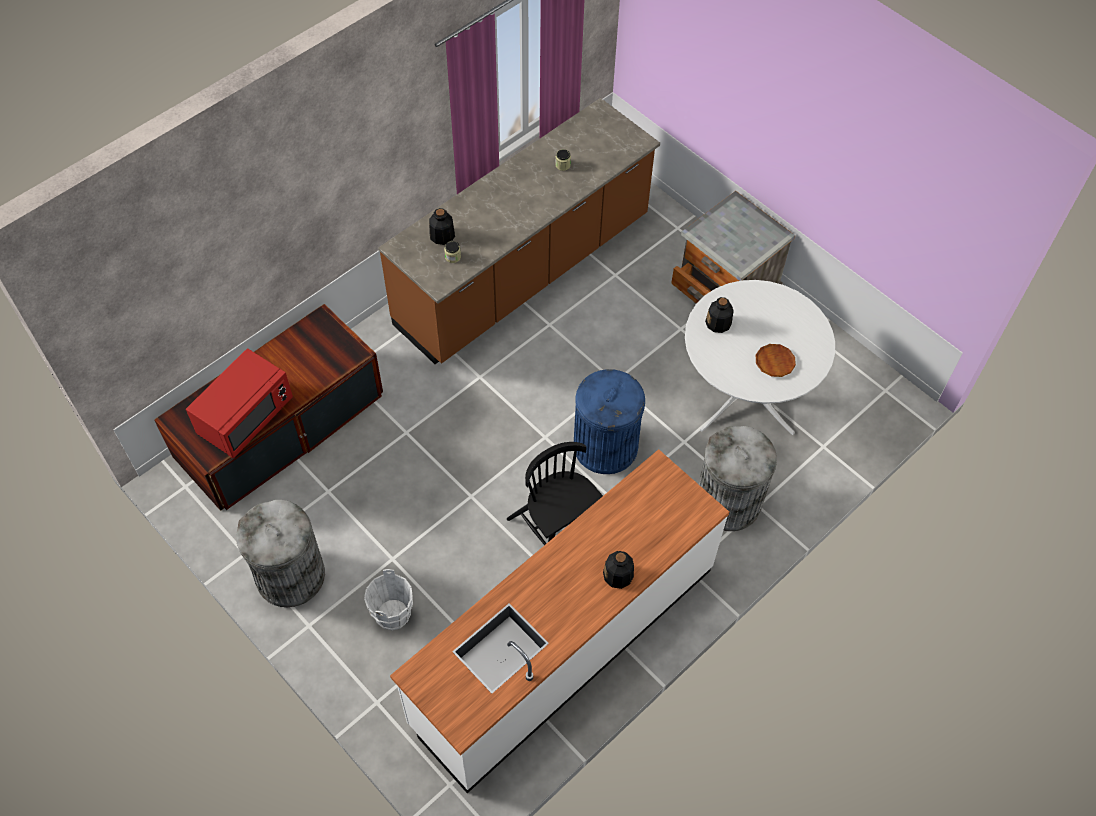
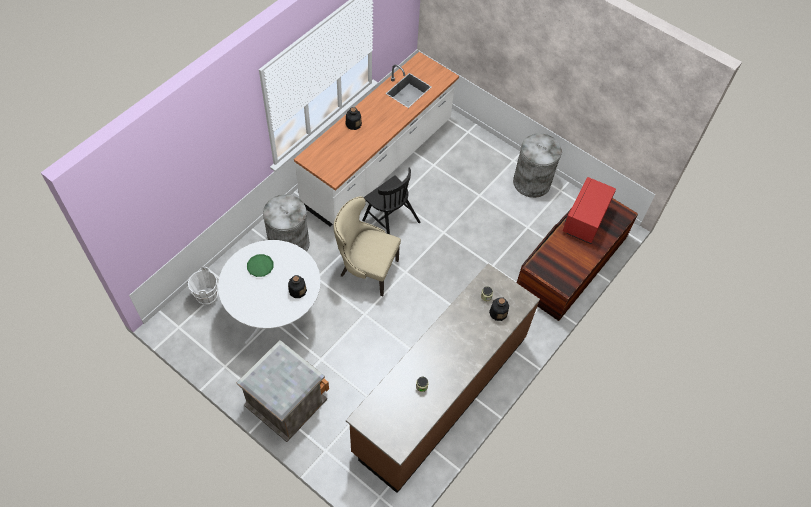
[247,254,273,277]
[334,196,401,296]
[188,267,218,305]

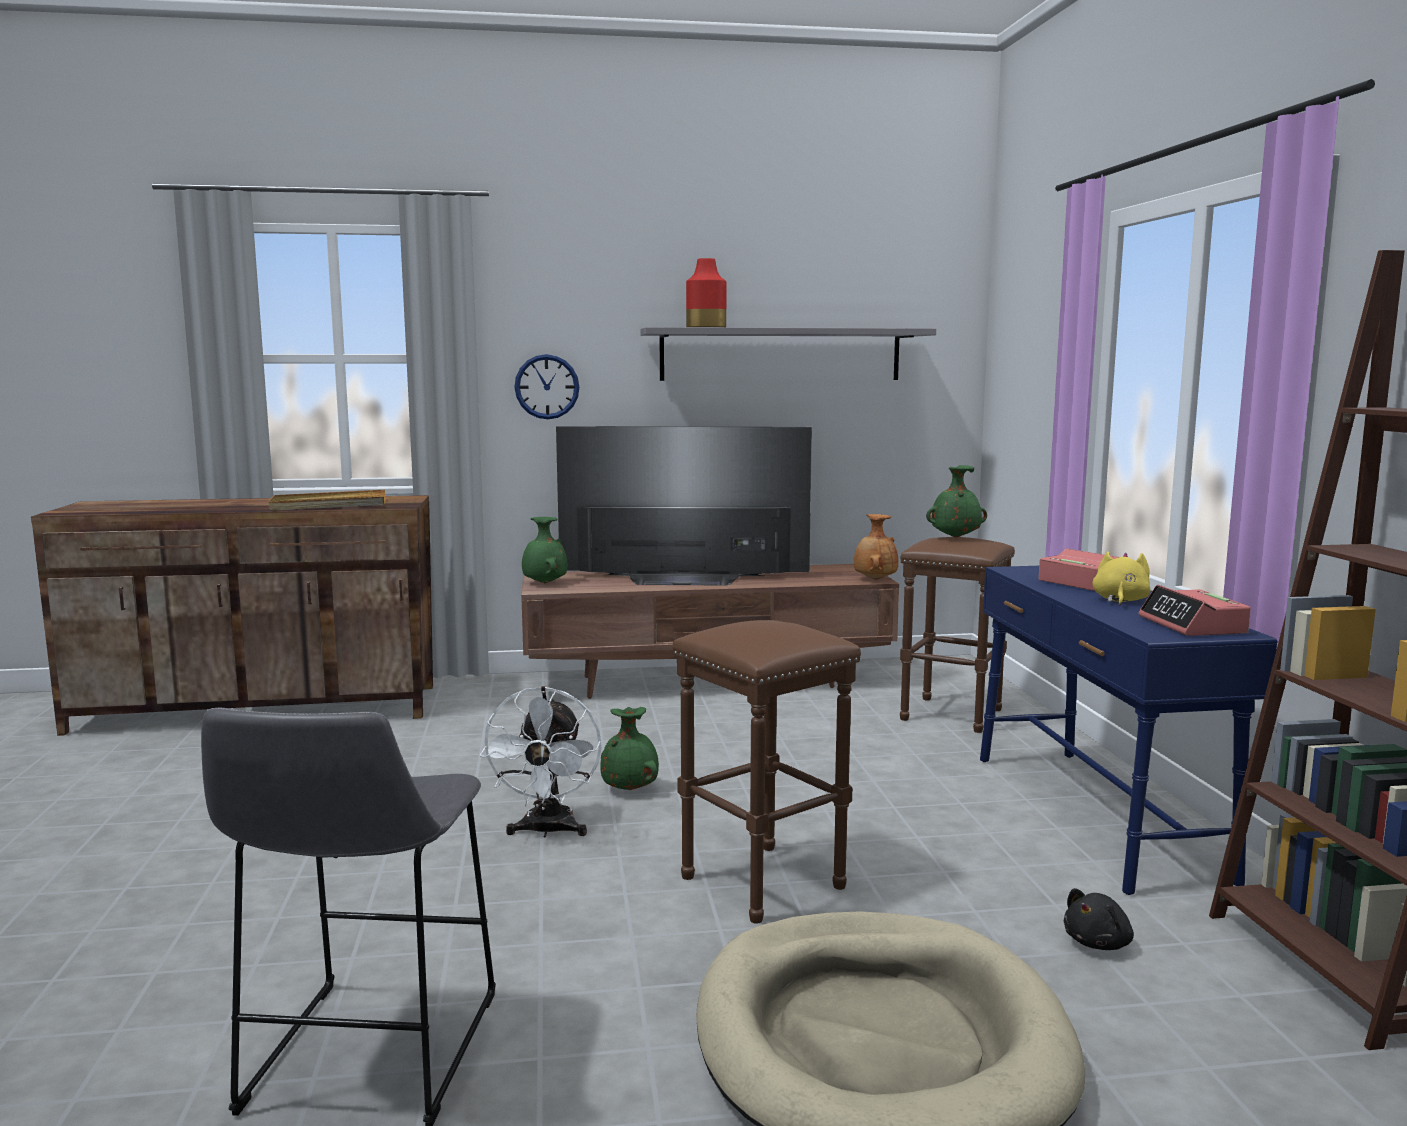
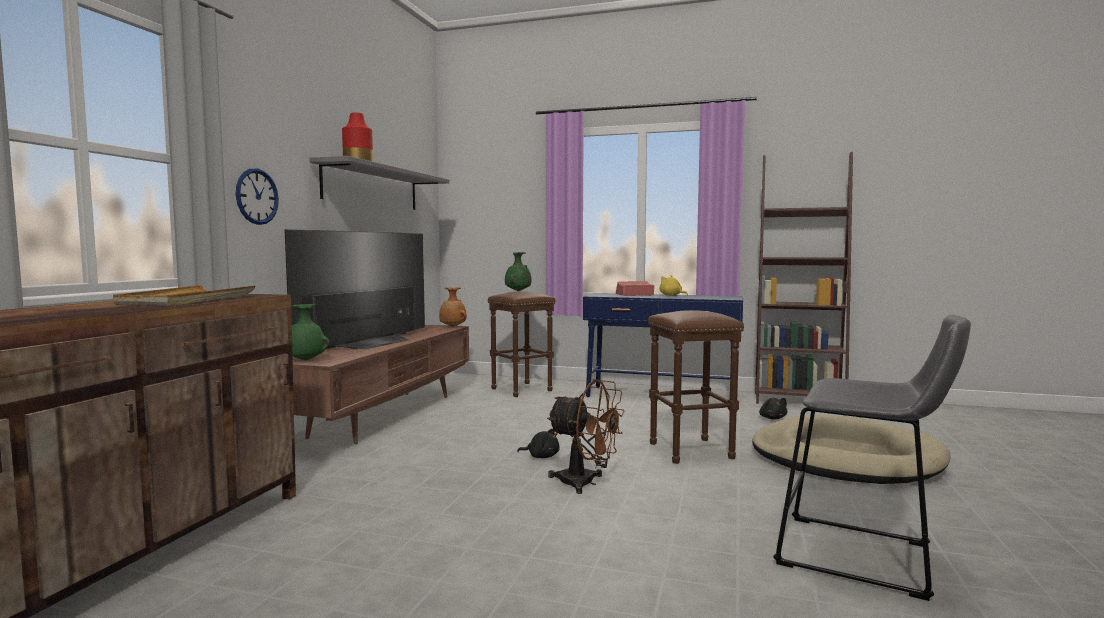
[1138,585,1251,636] (first image)
[547,379,625,494]
[517,429,560,458]

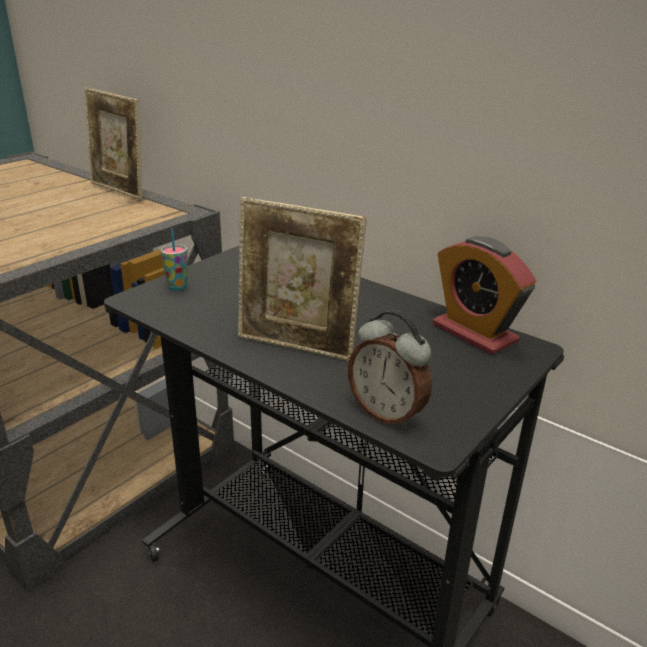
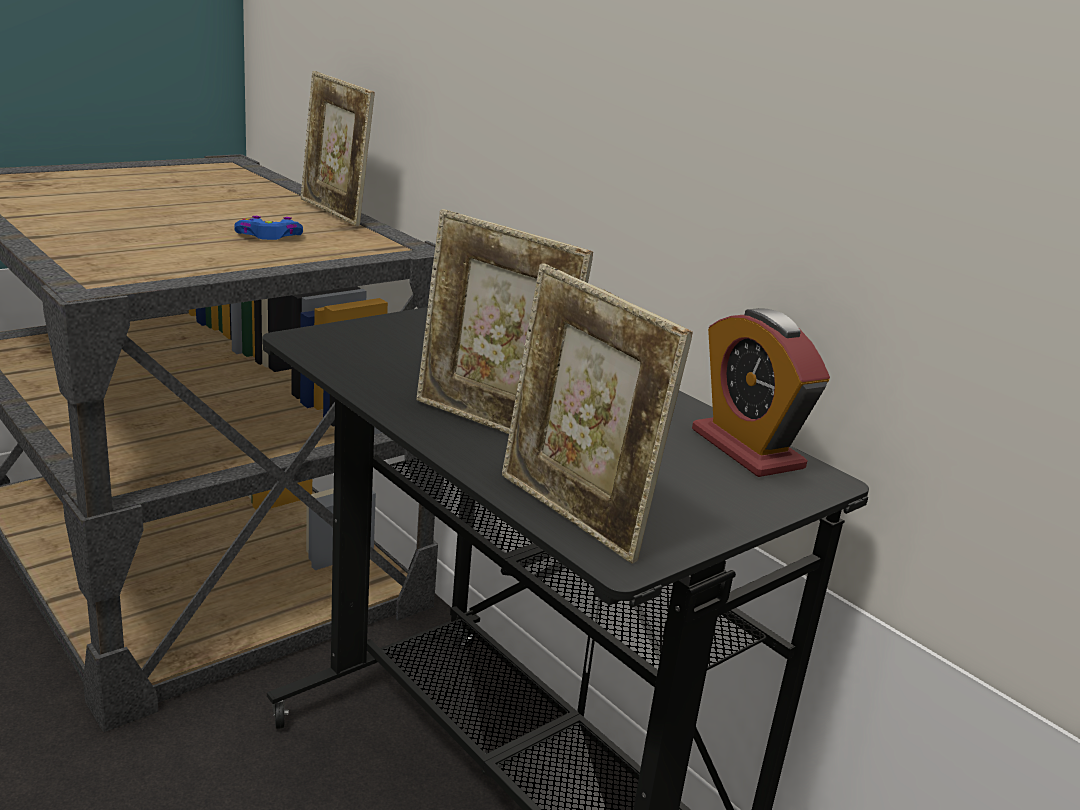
[161,229,188,291] (first image)
[502,264,693,564]
[234,216,303,240]

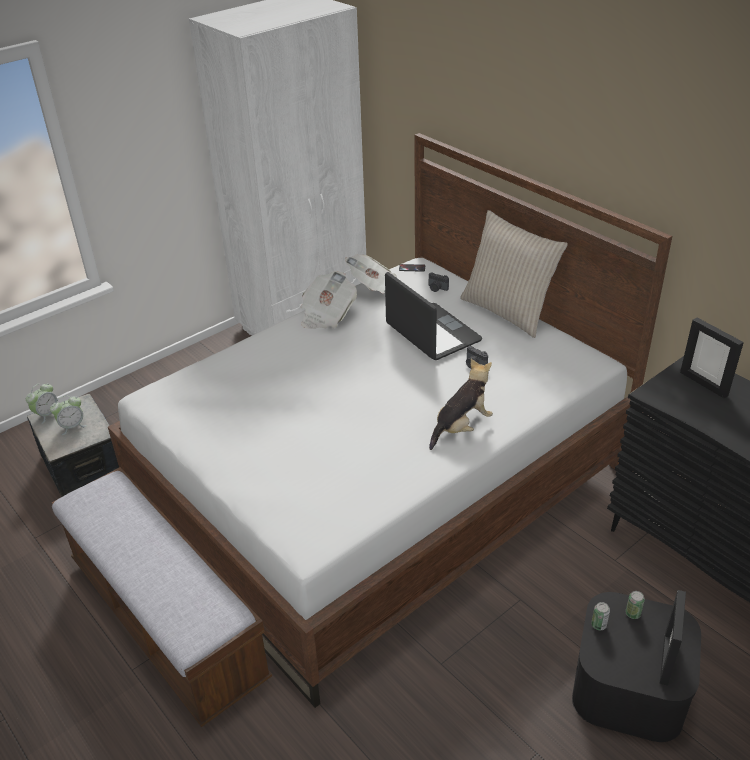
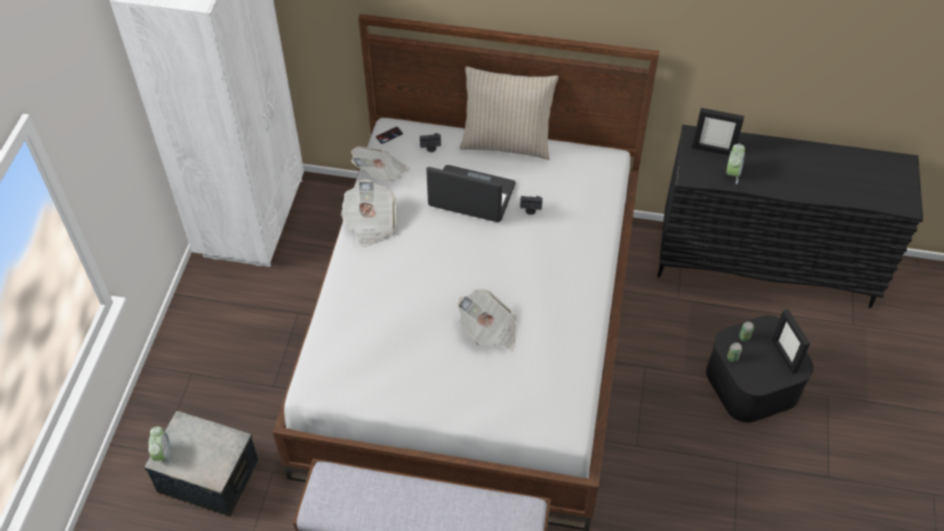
[429,359,493,450] (first image)
[726,143,745,184]
[458,289,517,349]

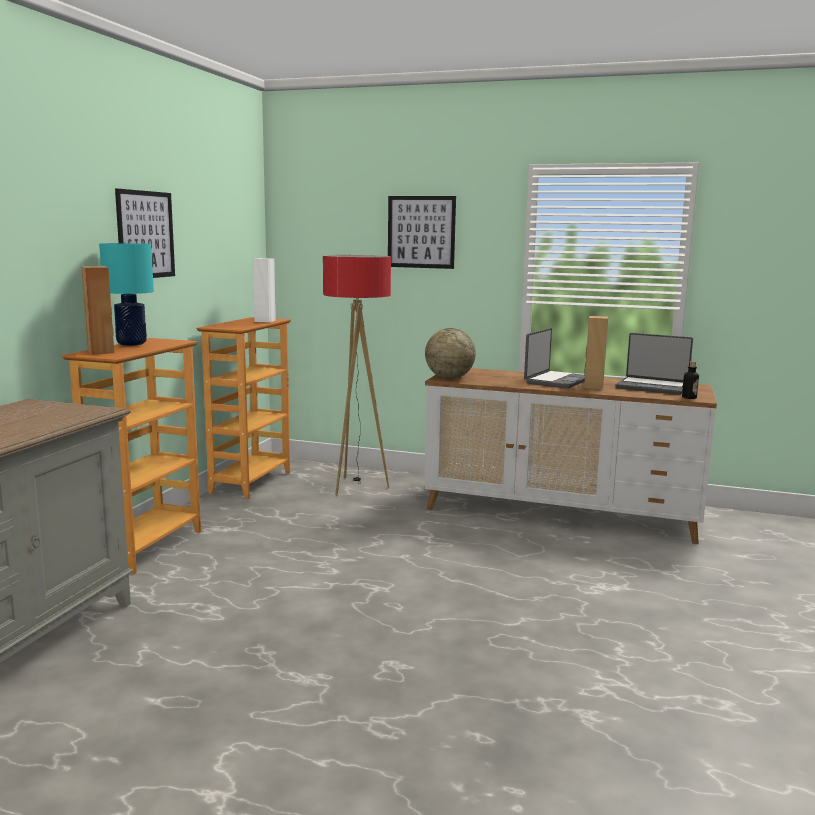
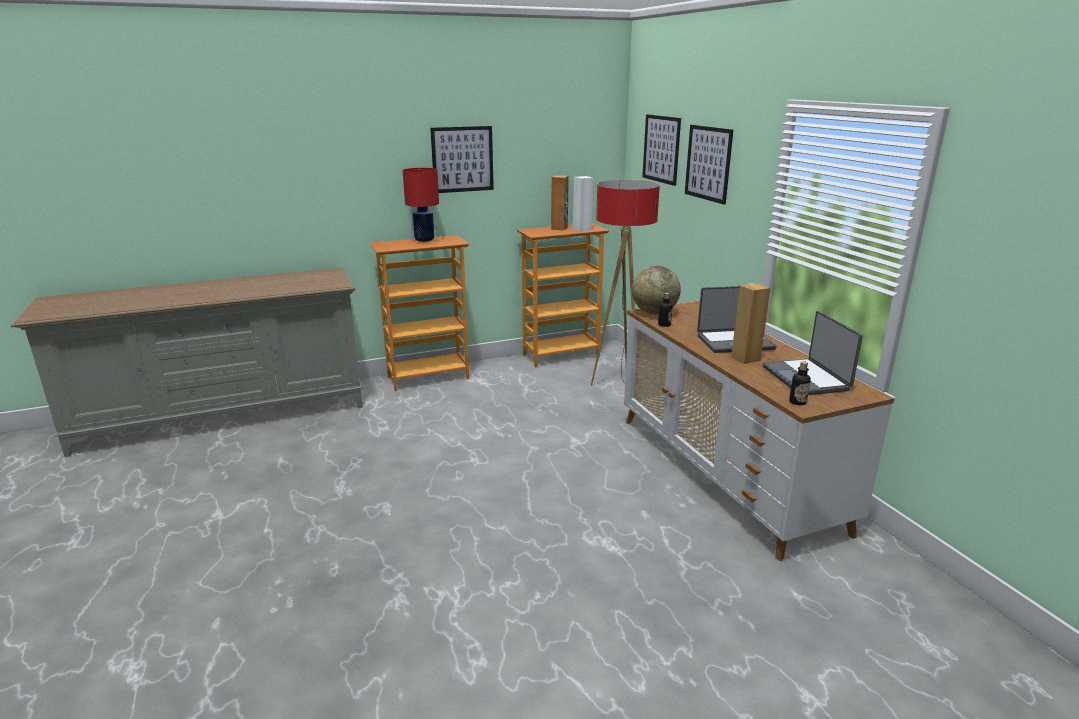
[403,168,439,242]
[551,175,569,230]
[642,114,681,186]
[658,292,672,327]

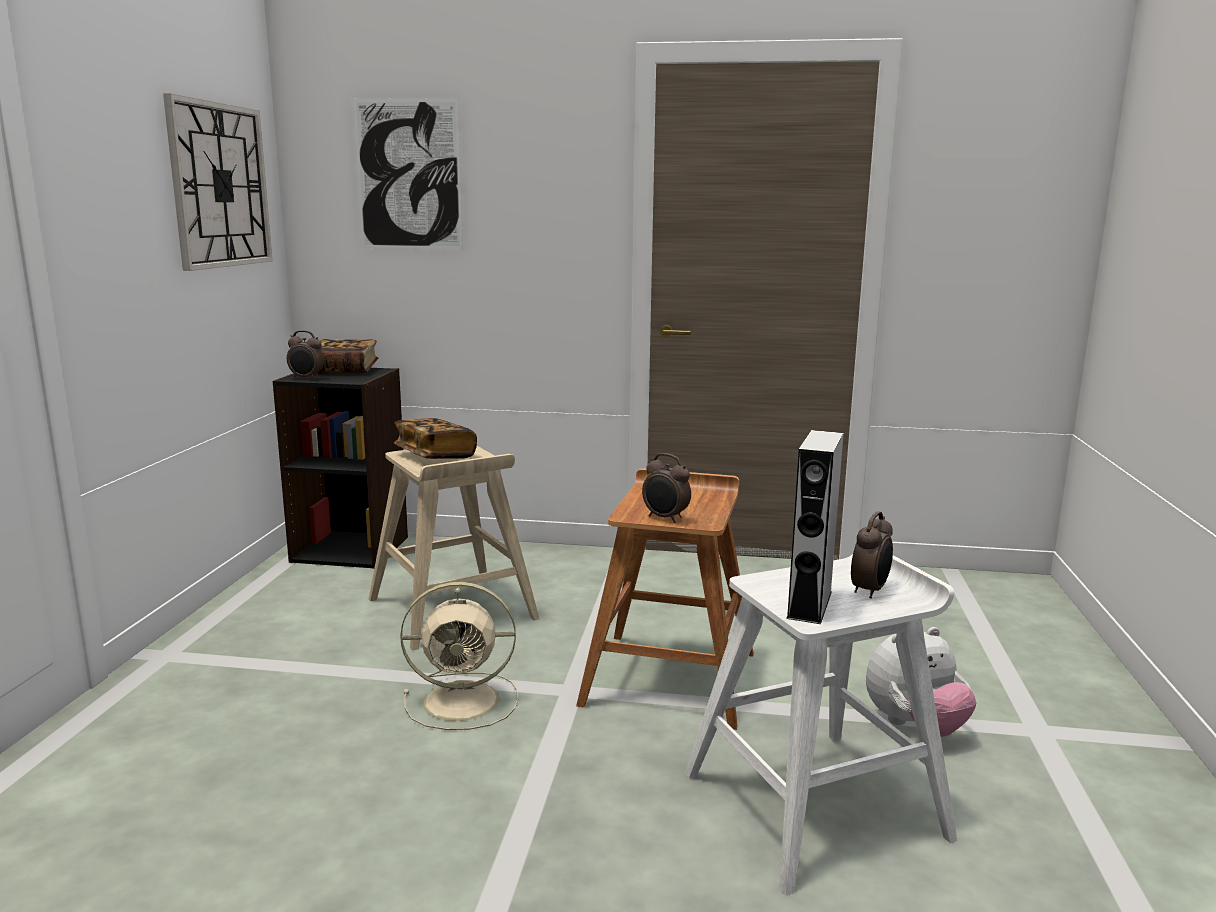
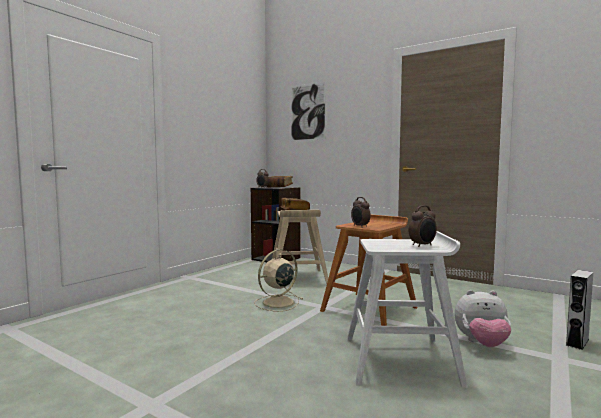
[163,93,273,271] (first image)
[566,270,593,350]
[254,249,303,312]

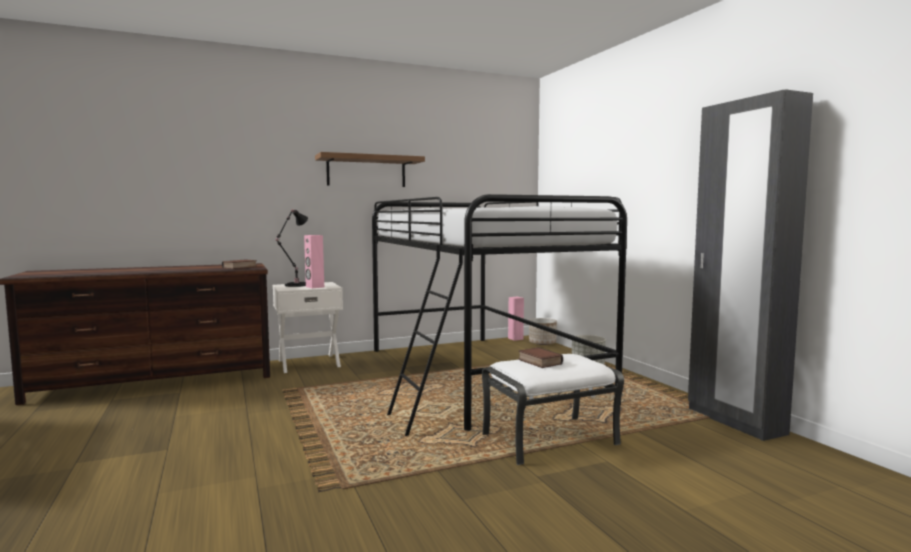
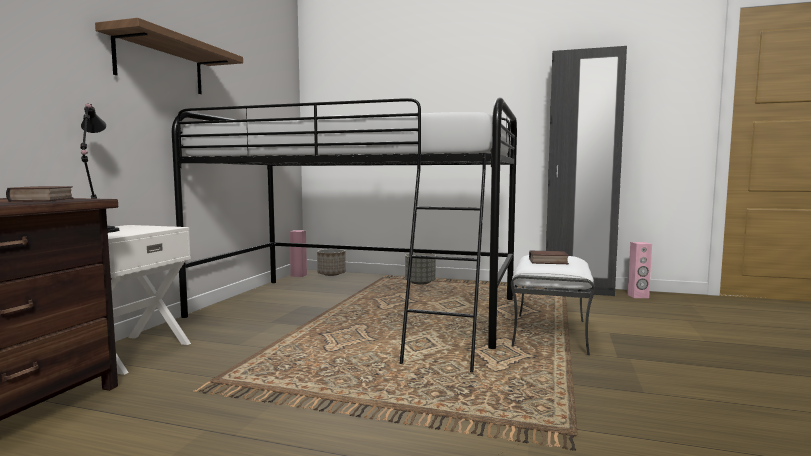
[628,242,652,298]

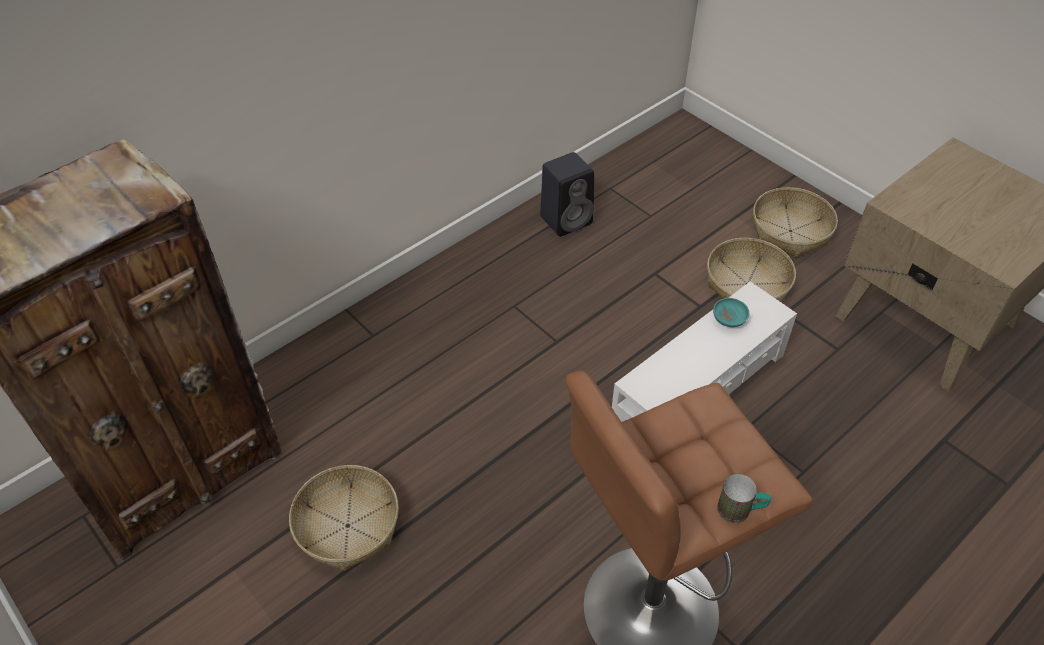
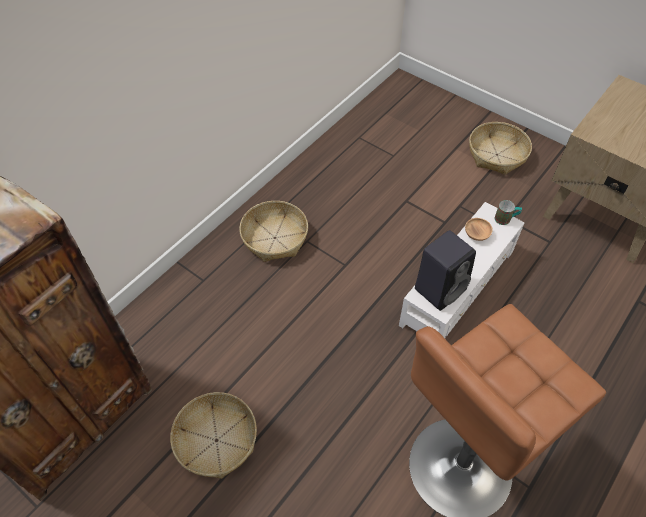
[415,230,476,311]
[239,201,308,262]
[465,218,493,241]
[495,200,522,225]

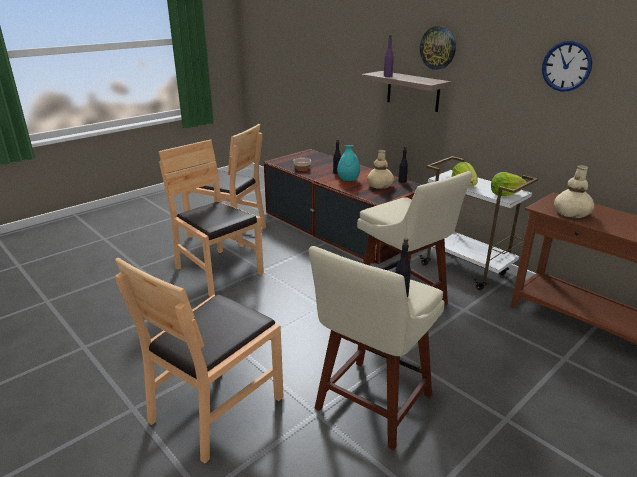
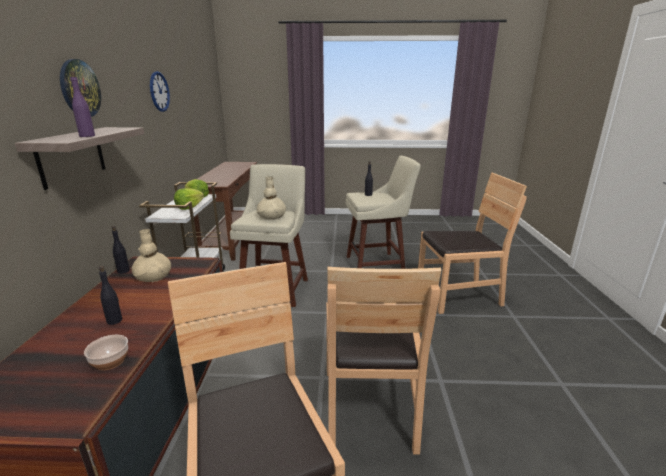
[337,145,360,181] (first image)
[257,176,286,220]

